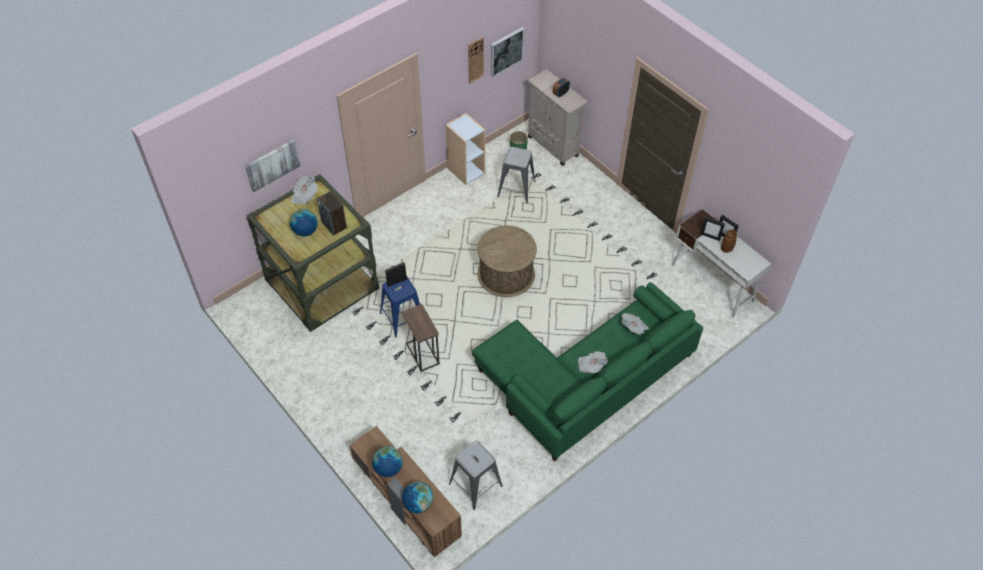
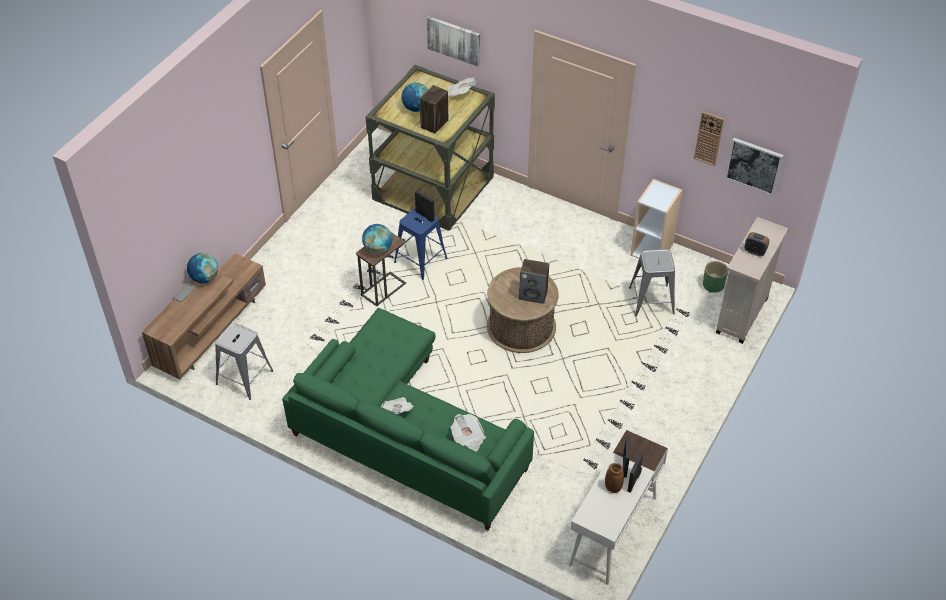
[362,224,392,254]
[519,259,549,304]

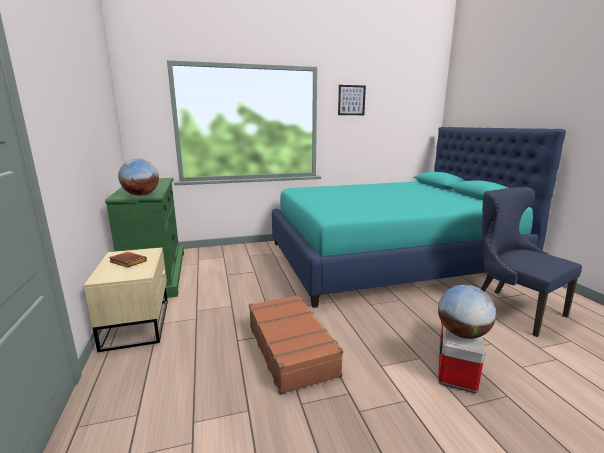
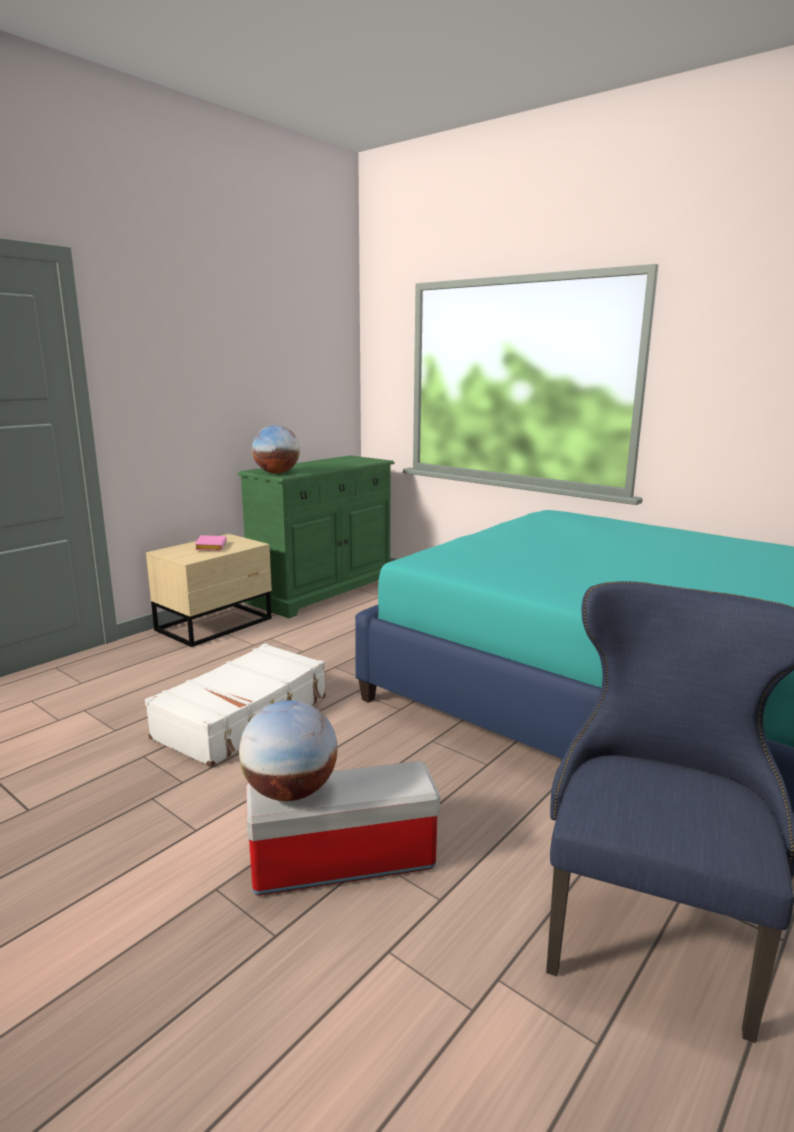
[338,85,366,115] (first image)
[195,535,227,551]
[145,643,326,767]

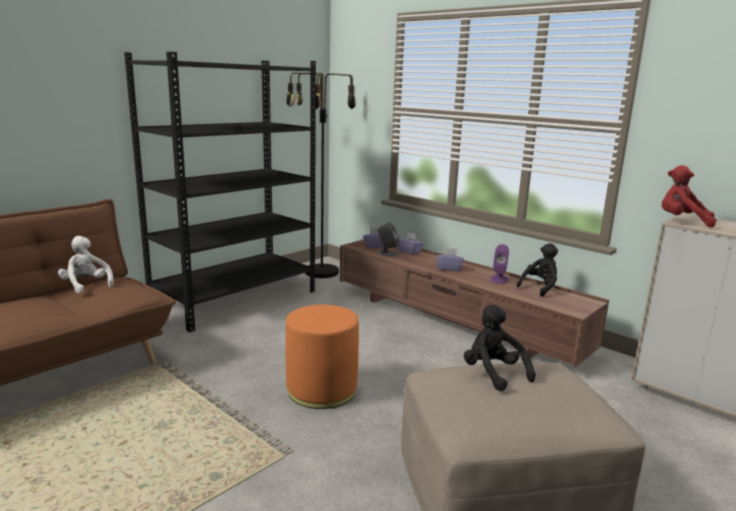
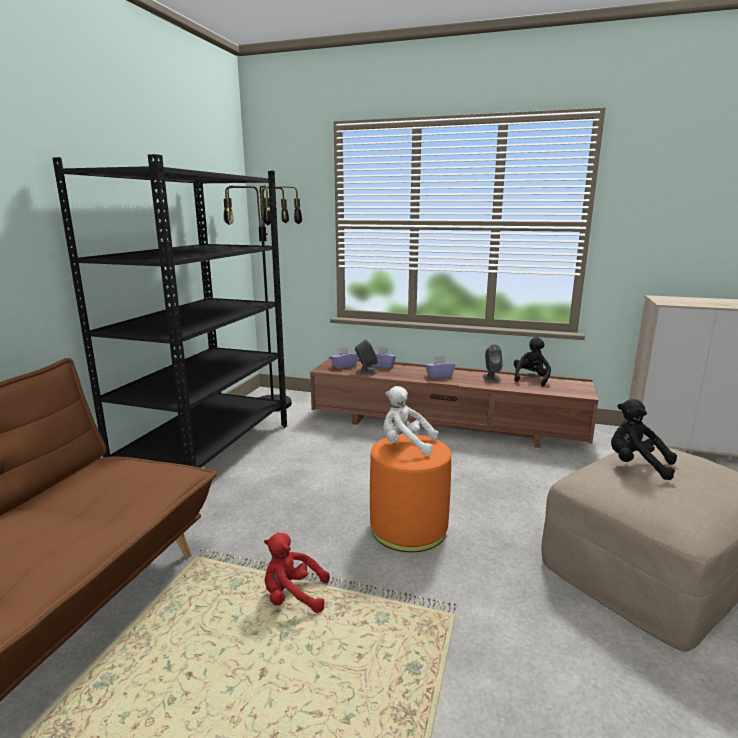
[264,533,330,613]
[383,386,439,455]
[482,344,503,382]

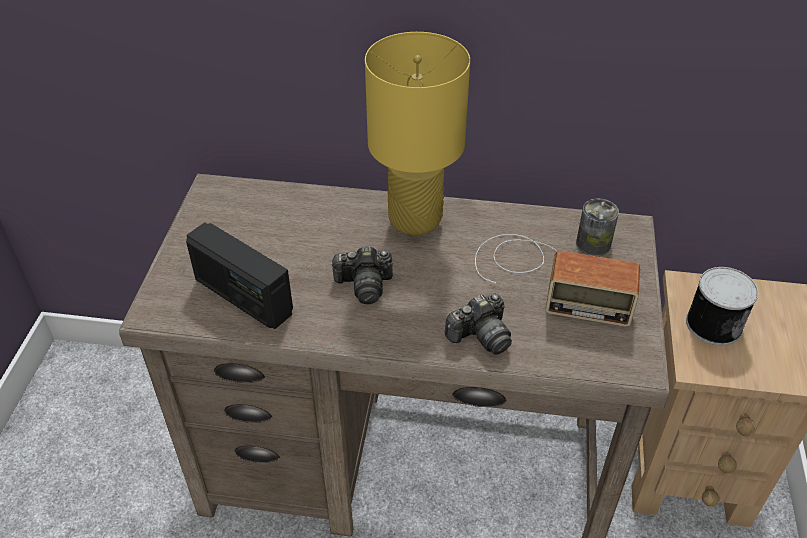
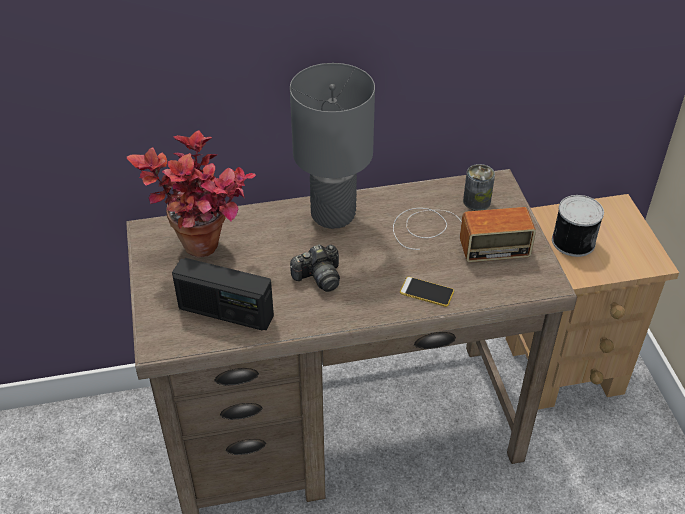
[290,63,375,229]
[400,277,454,307]
[127,130,256,257]

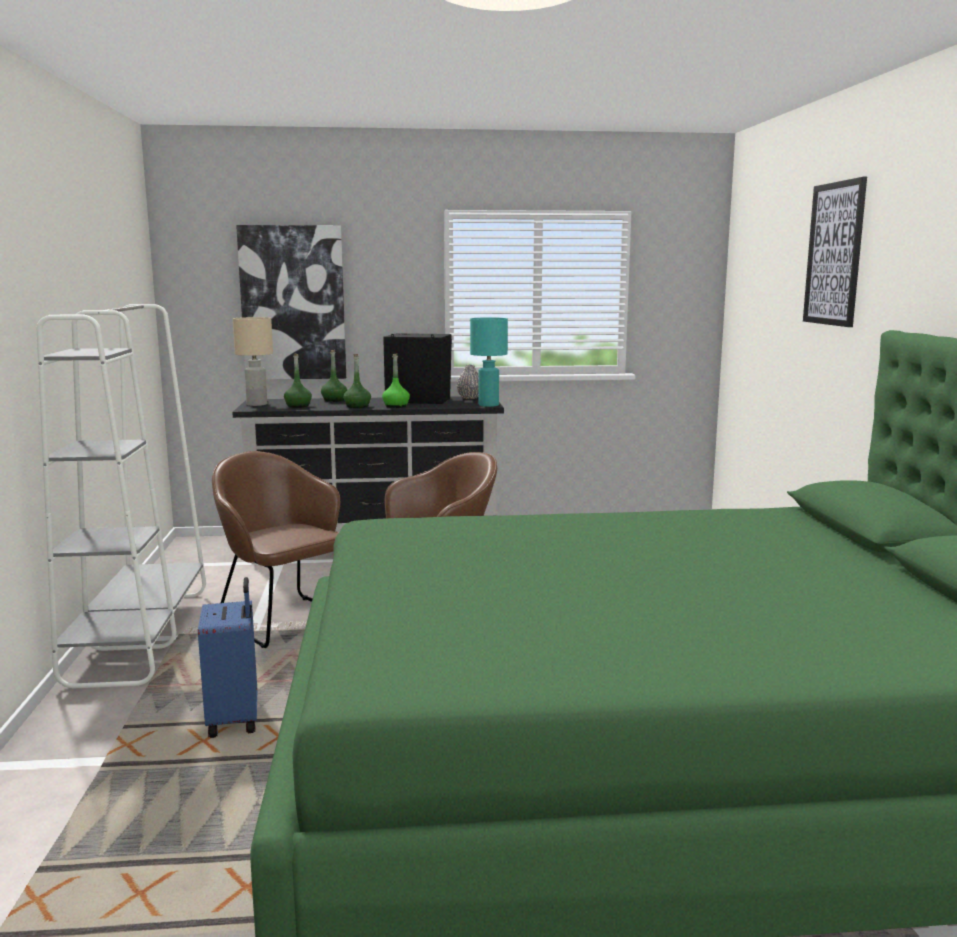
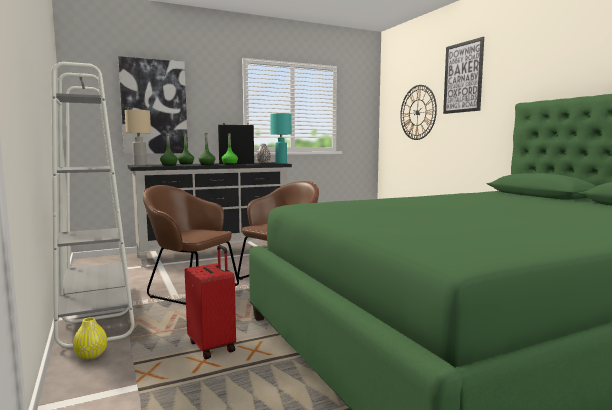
[185,245,236,359]
[400,85,437,140]
[73,317,107,360]

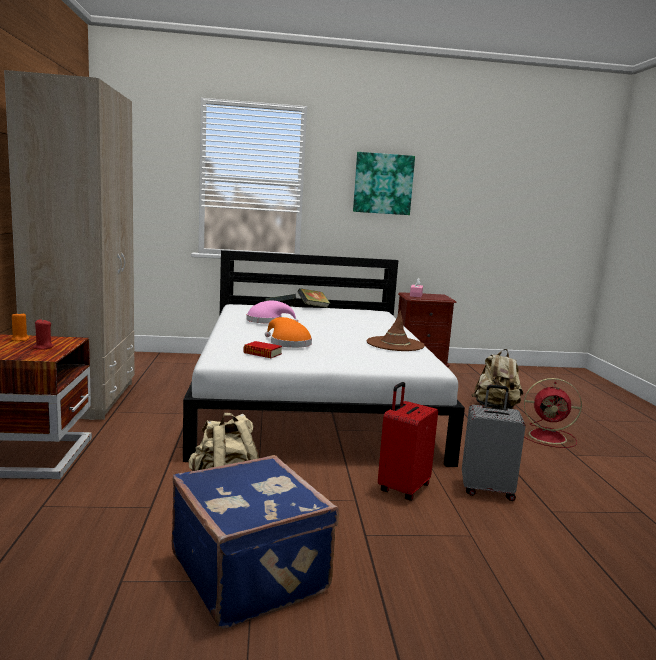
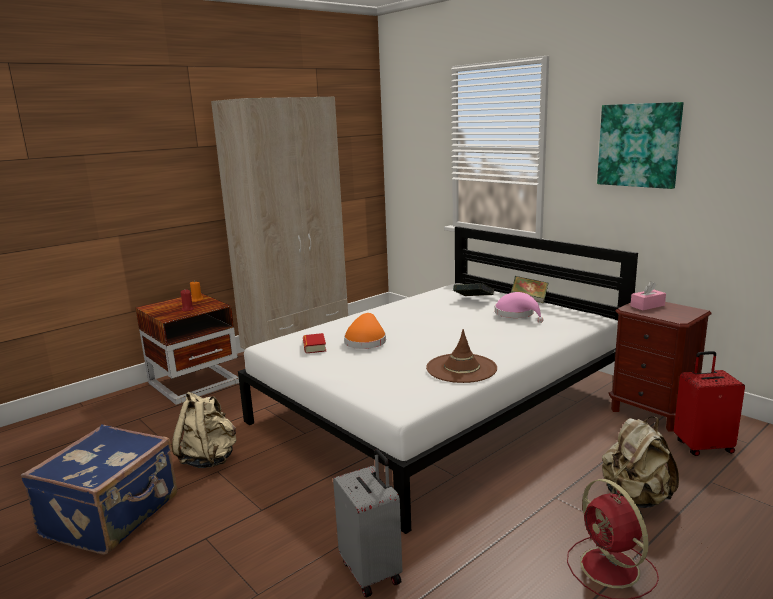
[495,292,543,323]
[674,351,745,456]

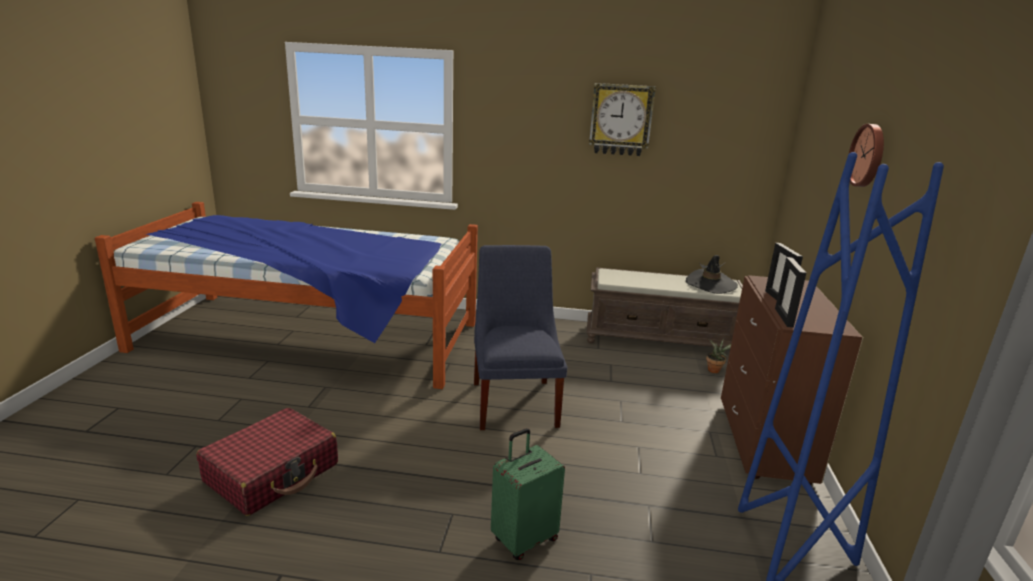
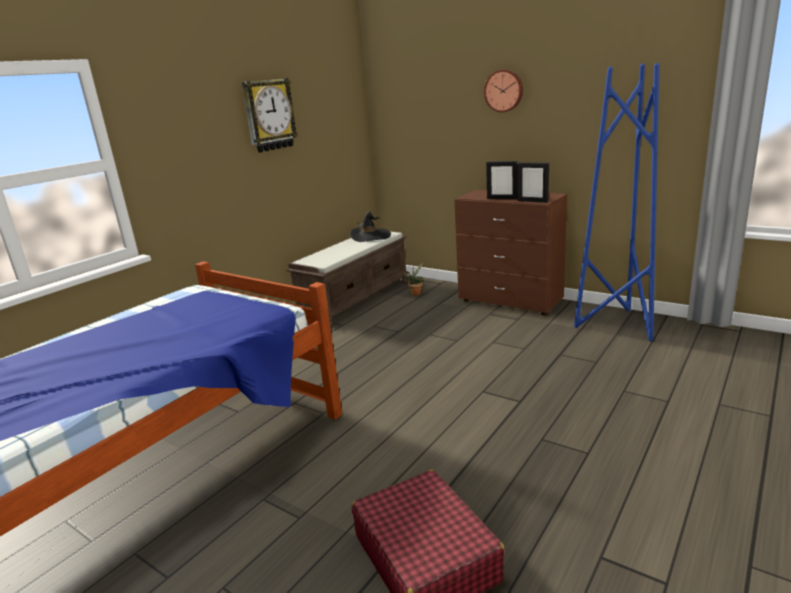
[474,245,567,430] (first image)
[491,428,565,560] (first image)

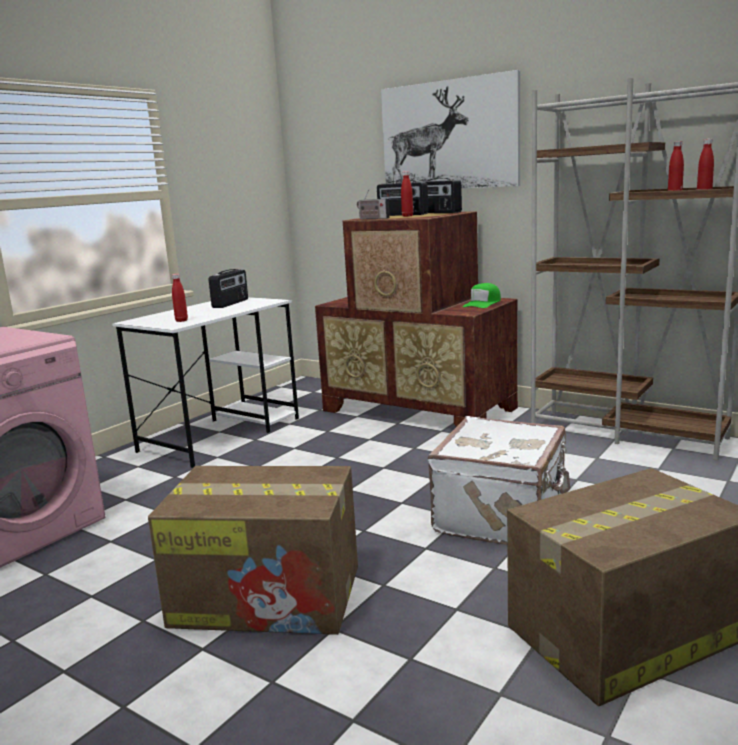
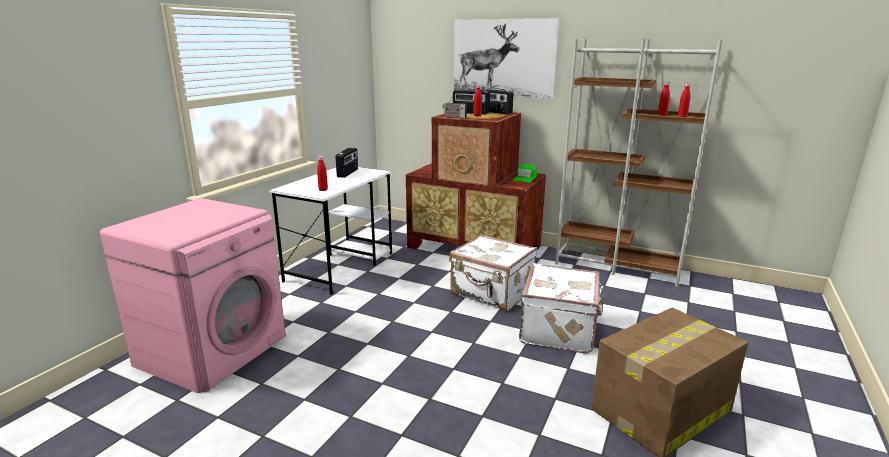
[148,466,358,635] (first image)
[449,234,537,311]

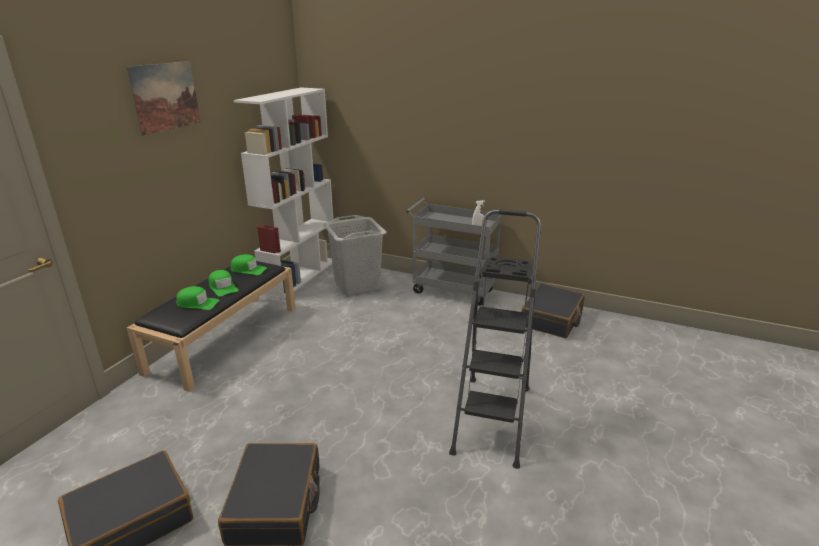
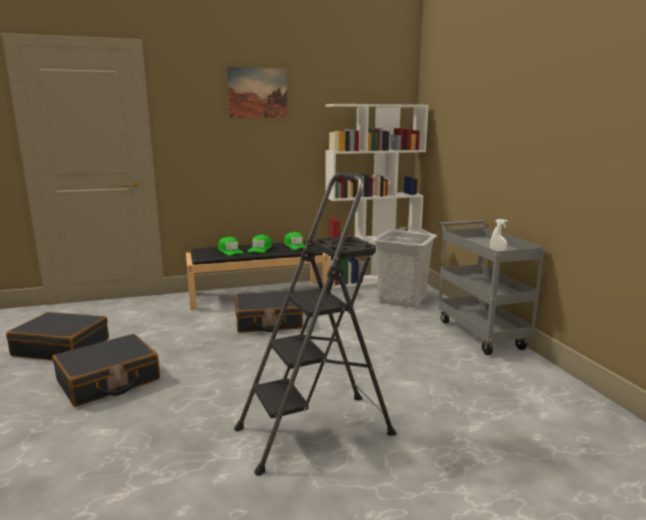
[235,291,303,333]

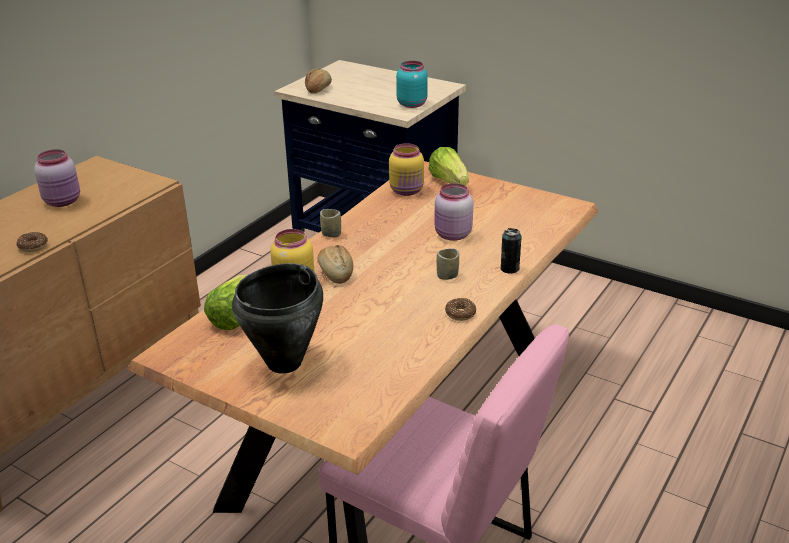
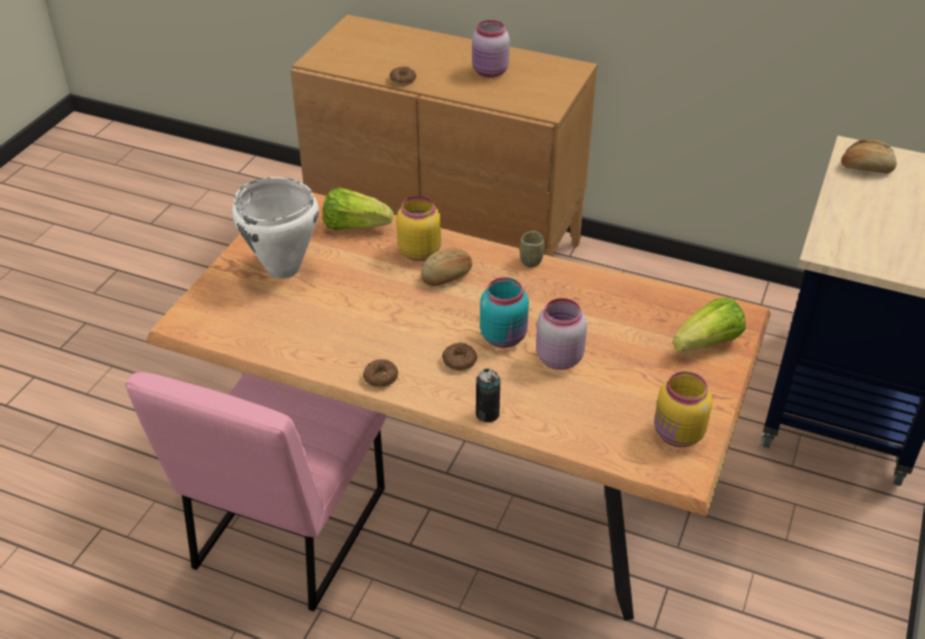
[480,277,529,348]
[654,371,712,447]
[442,343,477,371]
[232,177,319,279]

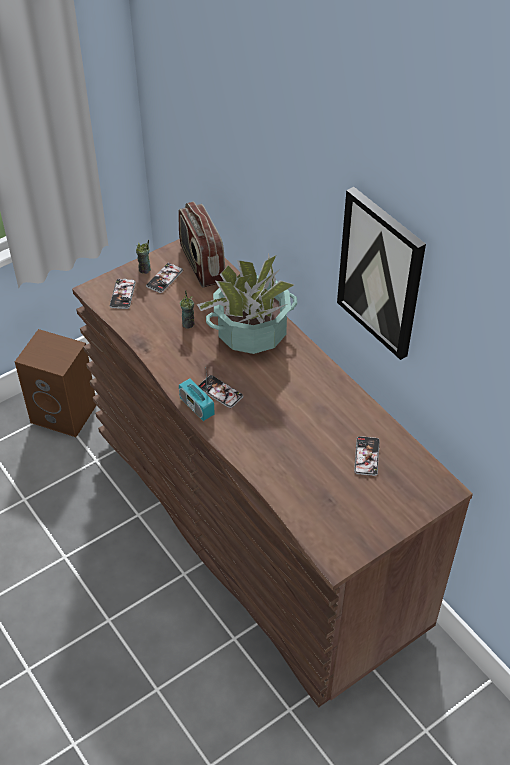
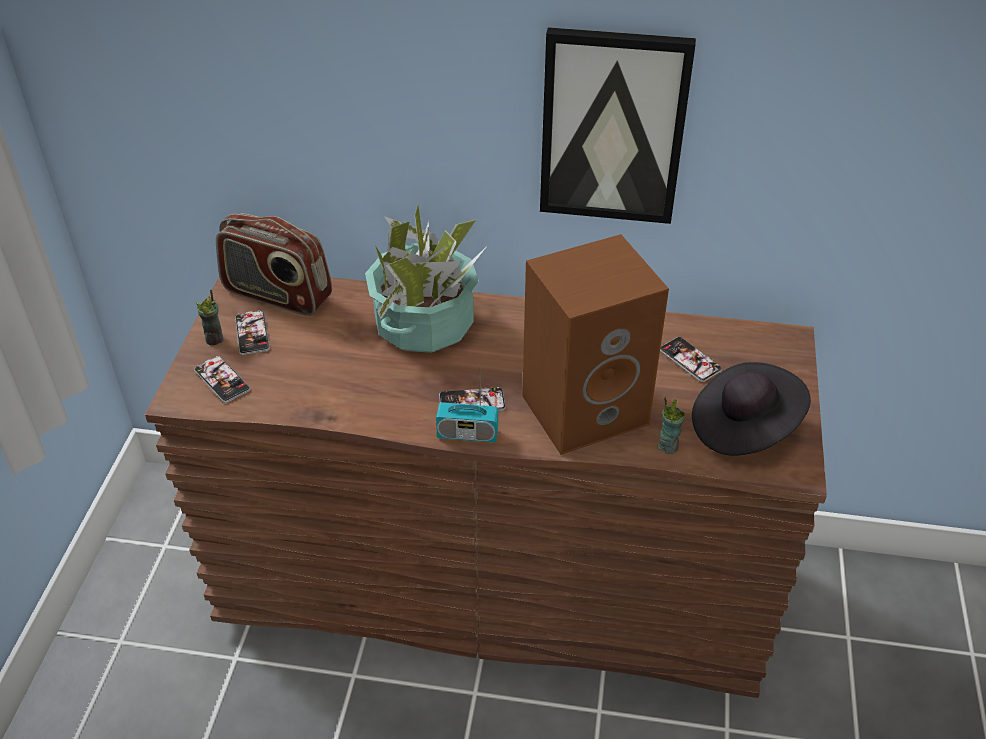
[658,397,685,454]
[522,234,669,455]
[692,362,811,456]

